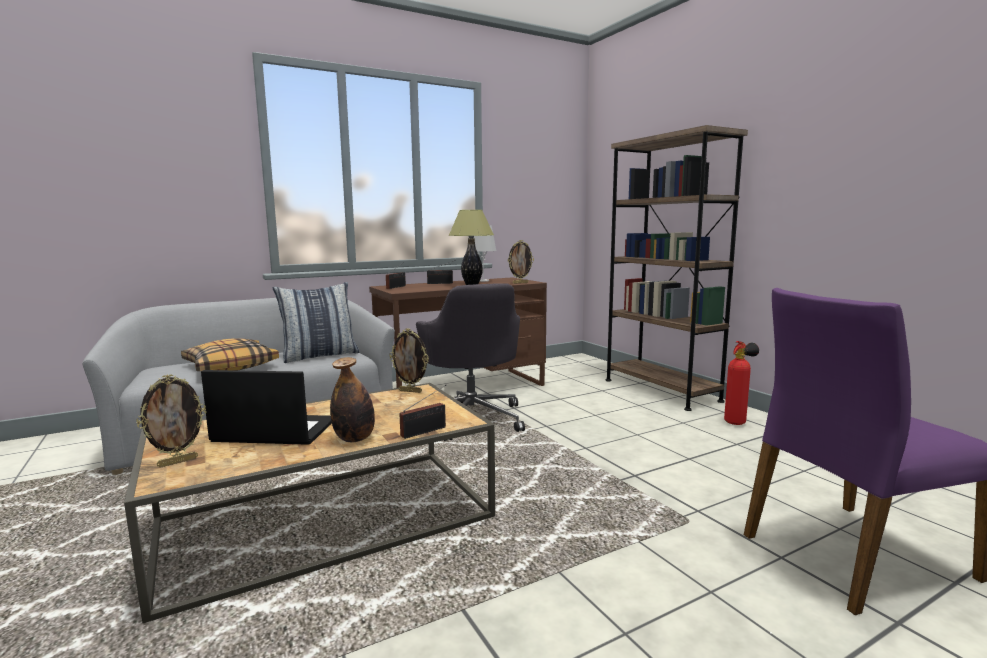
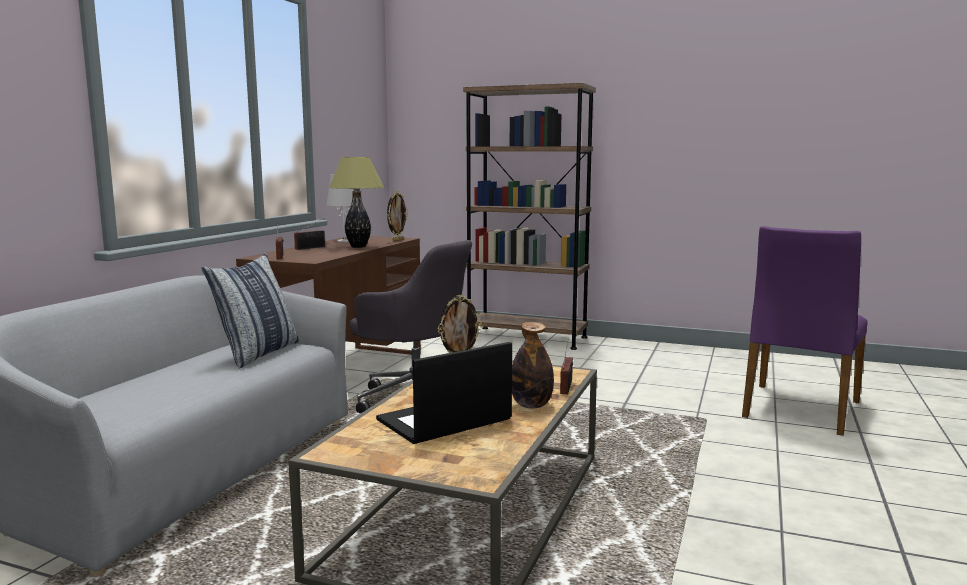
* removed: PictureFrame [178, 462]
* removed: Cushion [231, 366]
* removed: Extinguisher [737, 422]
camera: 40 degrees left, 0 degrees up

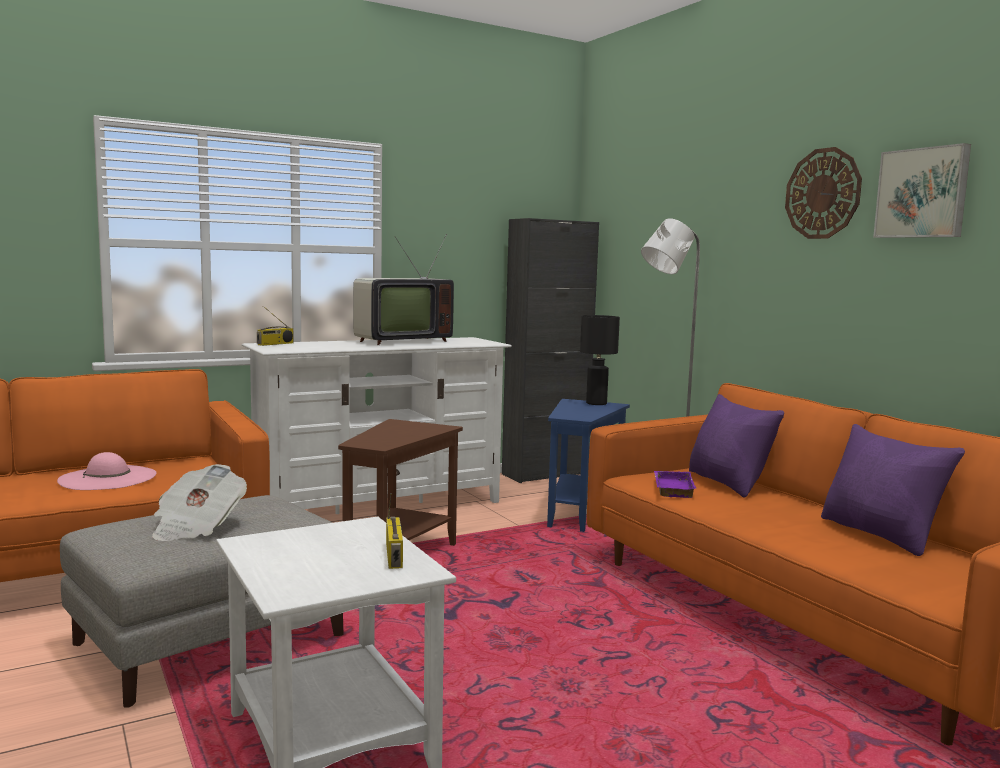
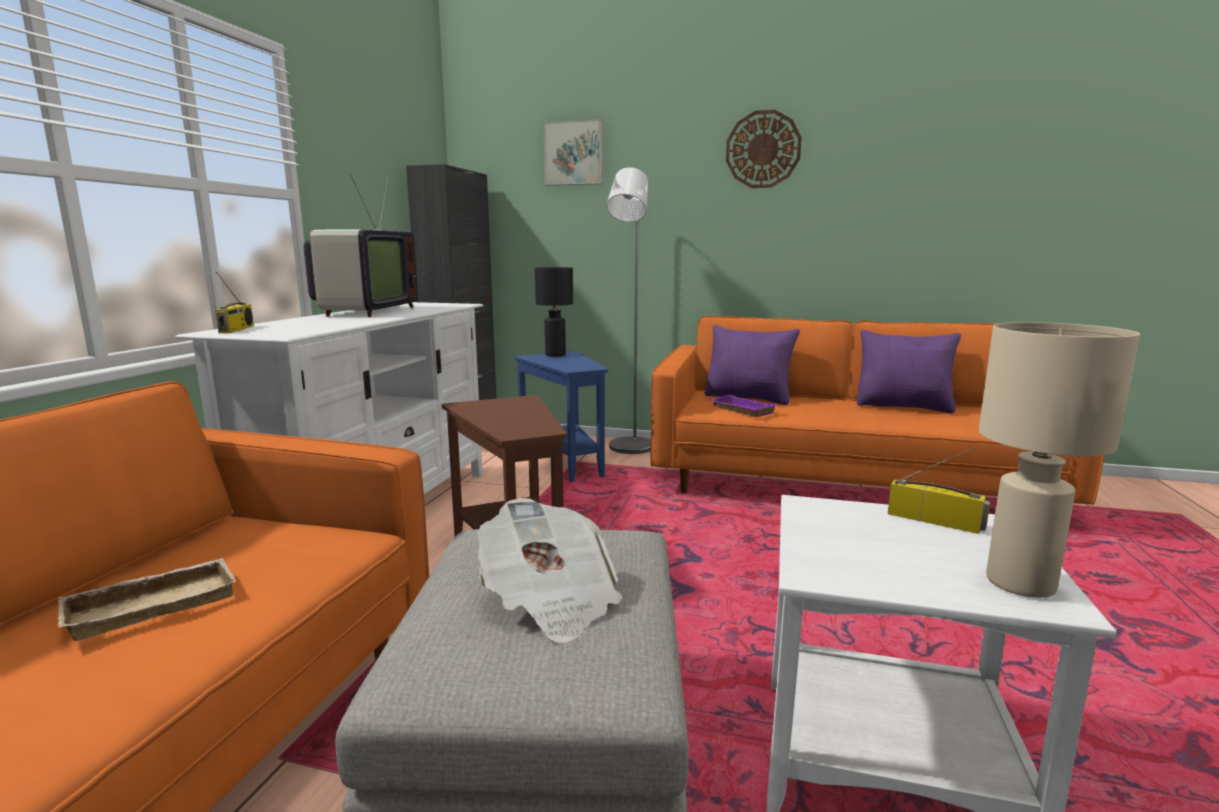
* added: BeigeTabletopLamp [1018, 582]
* moved: Picture [923, 193] to [574, 153]
* replaced: PinkColouredWearableHat [108, 478] to BeigeServingTray [154, 604]
camera: 45 degrees left, 5 degrees up

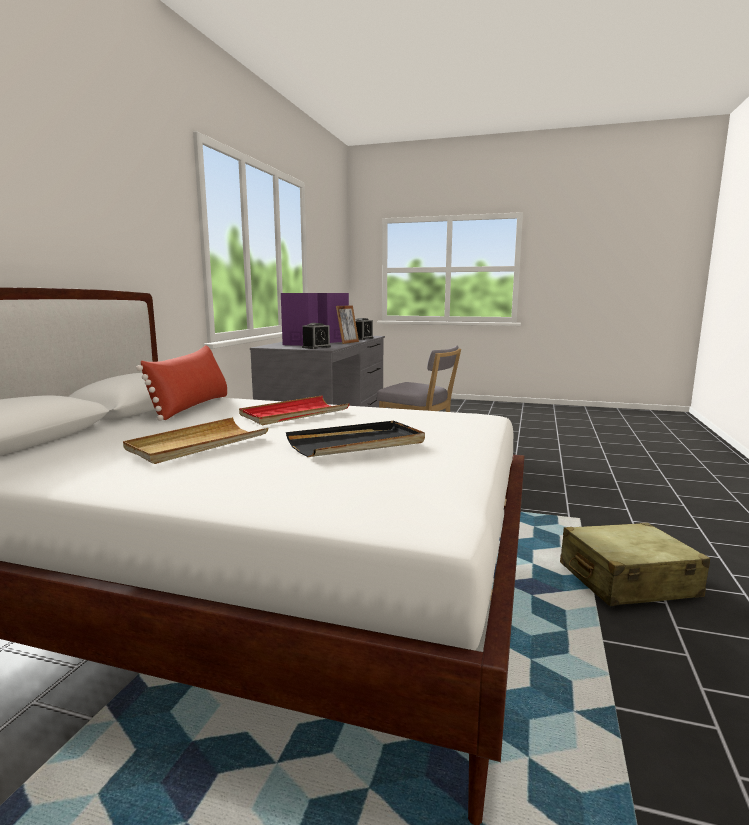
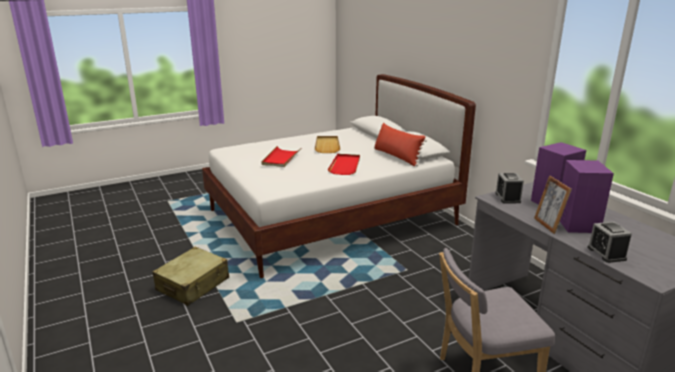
* recoloured: BlackServingTray [357, 443] to RedServingTray [281, 158]
camera: 135 degrees right, 10 degrees up

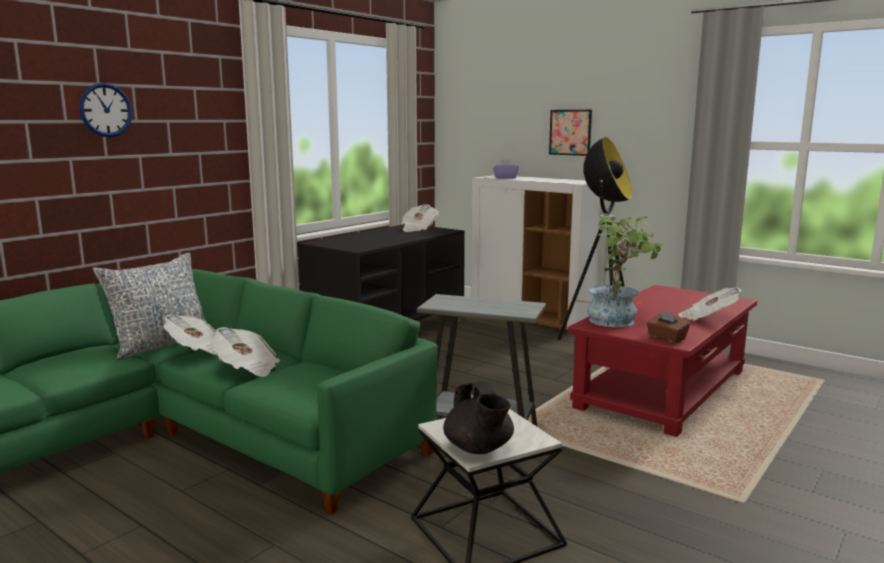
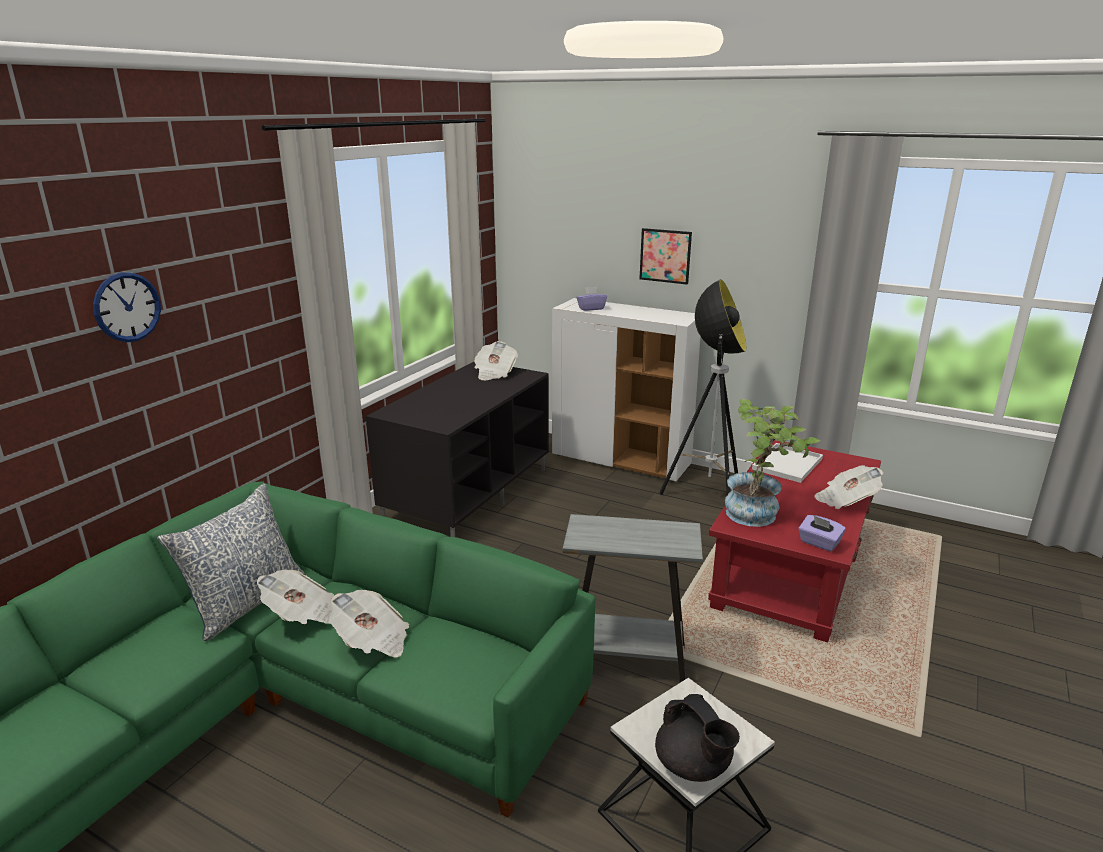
* added: WhiteColouredServingTray [787, 464]
* recoloured: BrownTissueBox [666, 338] to PurpleTissueBox [819, 543]
camera: 10 degrees left, 10 degrees up

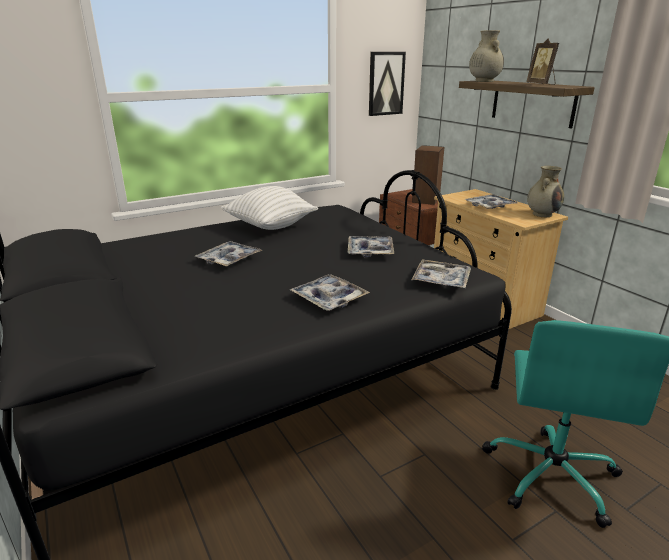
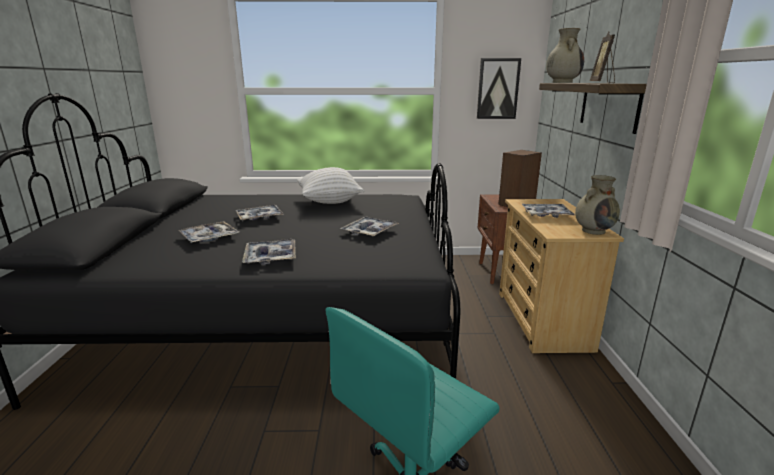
* moved: ServingTray [441, 280] to [209, 237]
camera: 30 degrees right, 5 degrees down

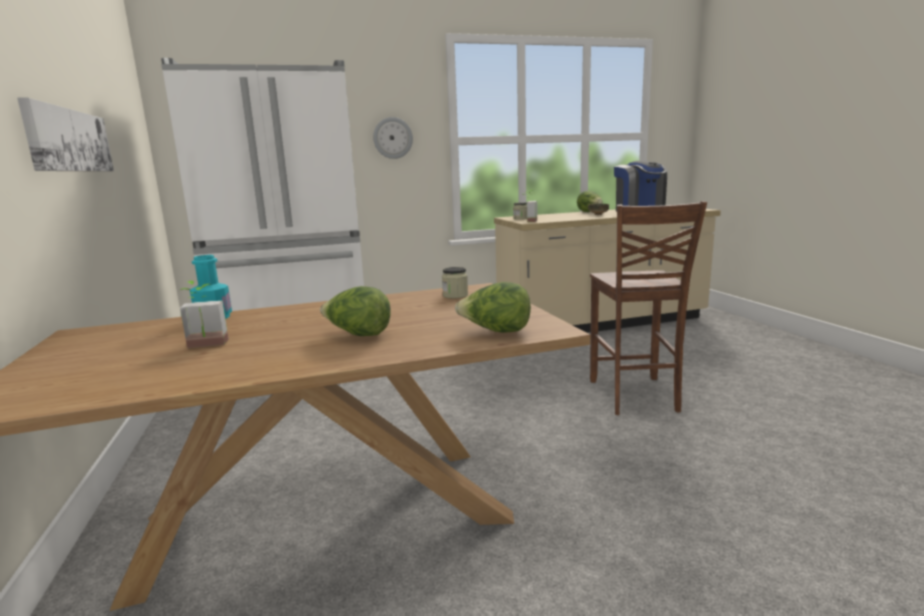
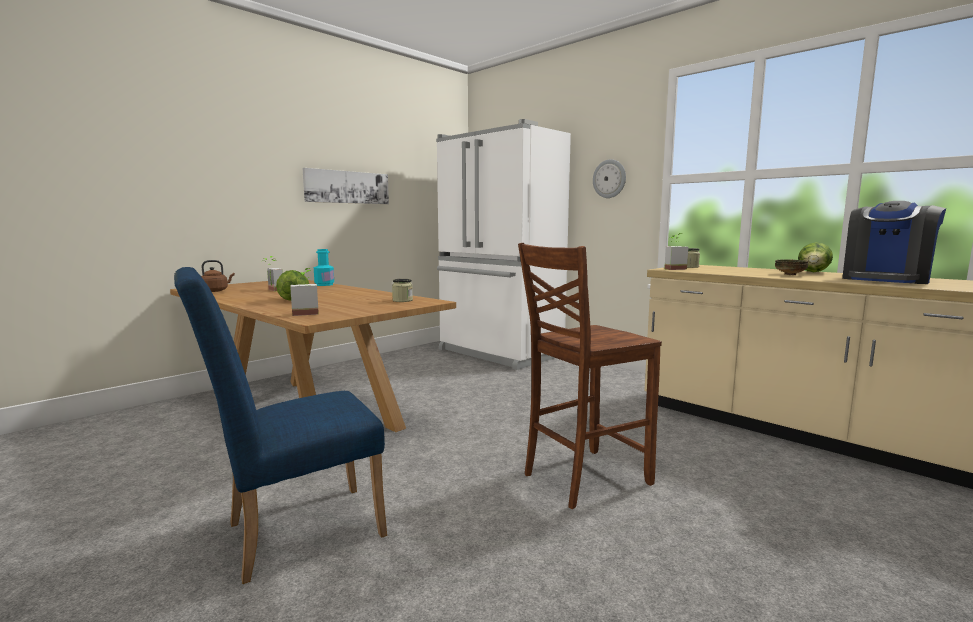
* added: BluishUprightChair [292, 532]
* added: BrownKettle [215, 291]
* replaced: LettuceHead [496, 332] to Houseplant [305, 313]
camera: 60 degrees right, 5 degrees down

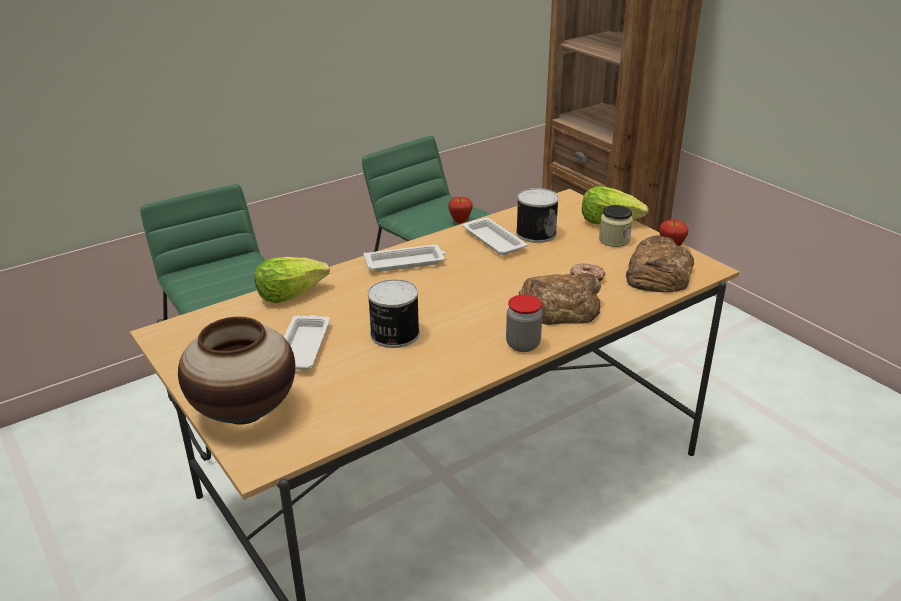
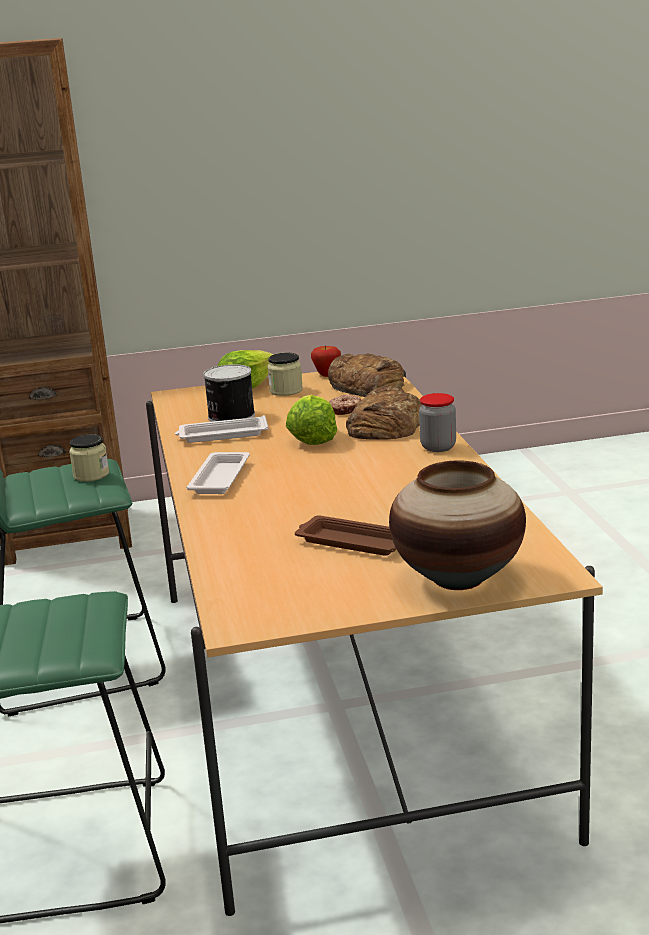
* removed: SealedCan [393, 334]
* moved: LettuceHead [290, 294] to [312, 438]
* replaced: WholeApple [460, 221] to PreserveJar [91, 475]
* recoloured: WhiteColouredServingTray [303, 346] to BrownServingTray [351, 542]
camera: 65 degrees left, 10 degrees down

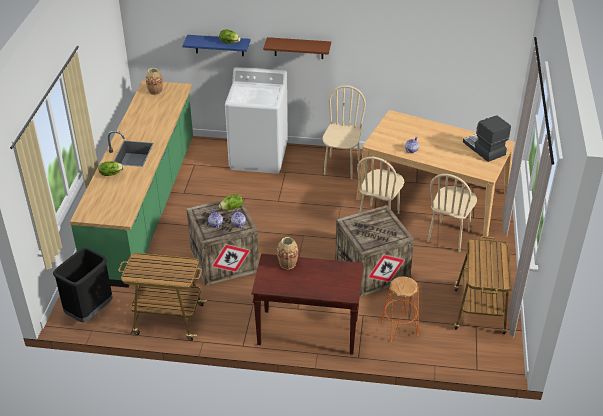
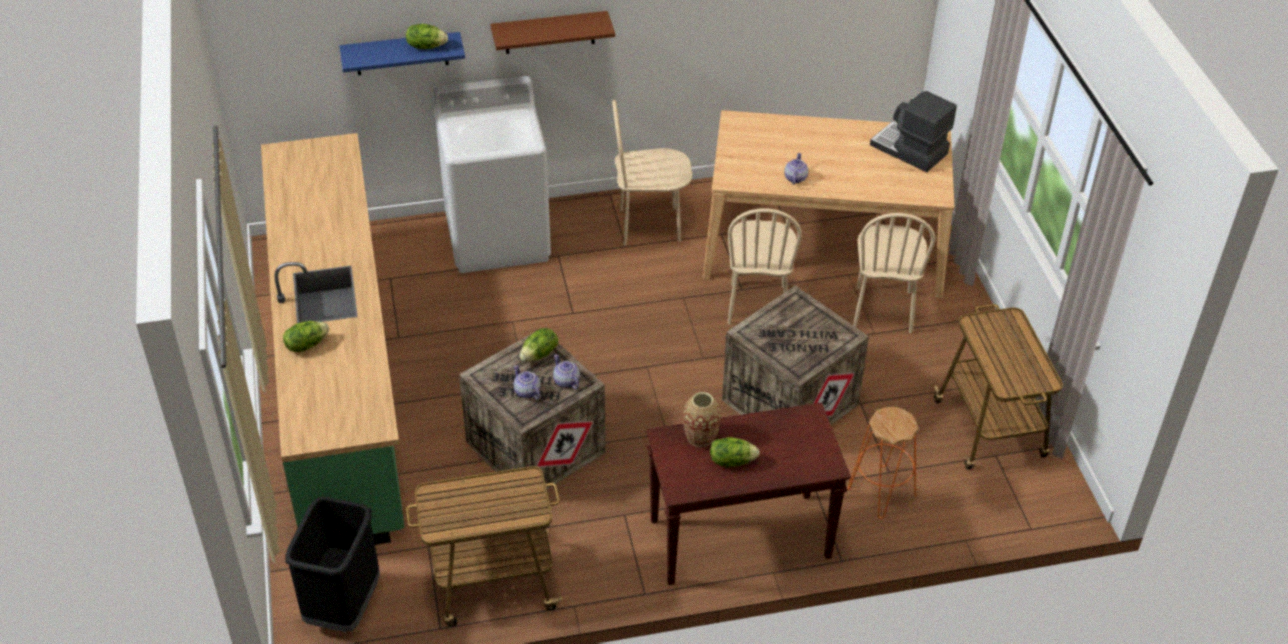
* removed: Vase [155, 91]
* added: LettuceHead [732, 460]
* turned: BeigeUprightChair [341, 167] = [649, 225] 90 degrees counterclockwise
camera: 20 degrees left, 5 degrees up

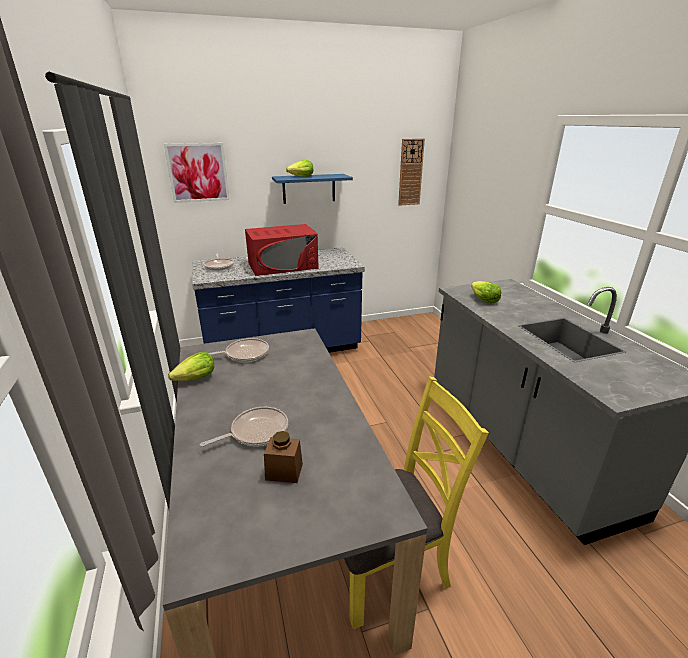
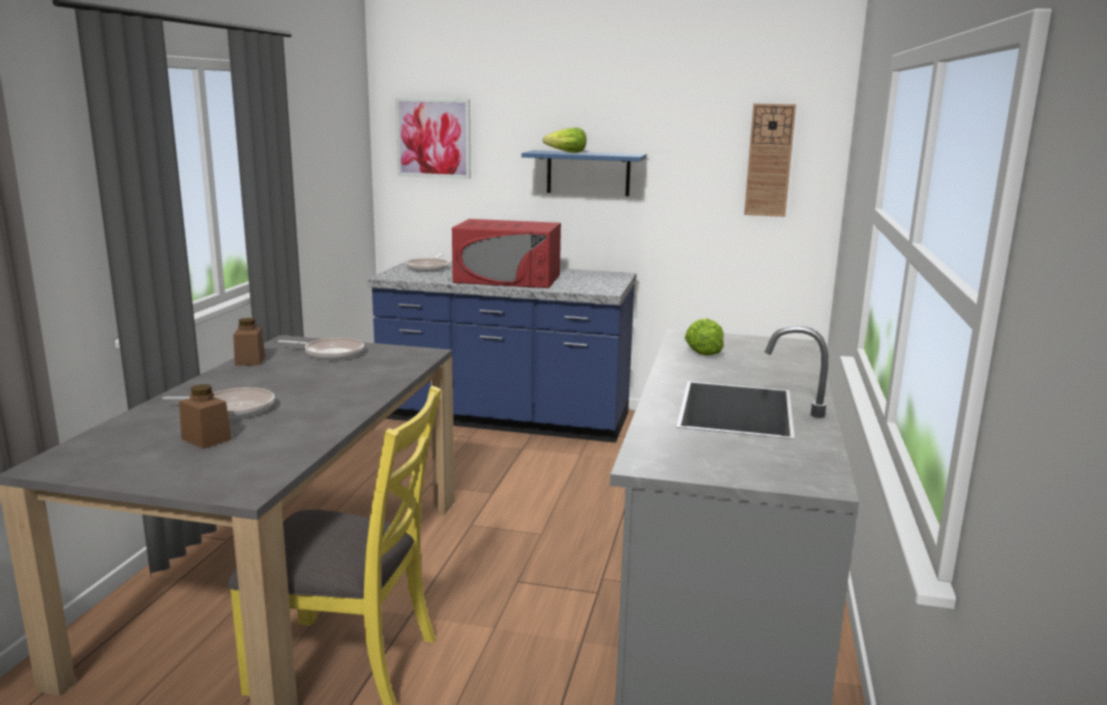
* replaced: LettuceHead [196, 378] to BrownPreserveJar [250, 360]
camera: 30 degrees right, 10 degrees down

